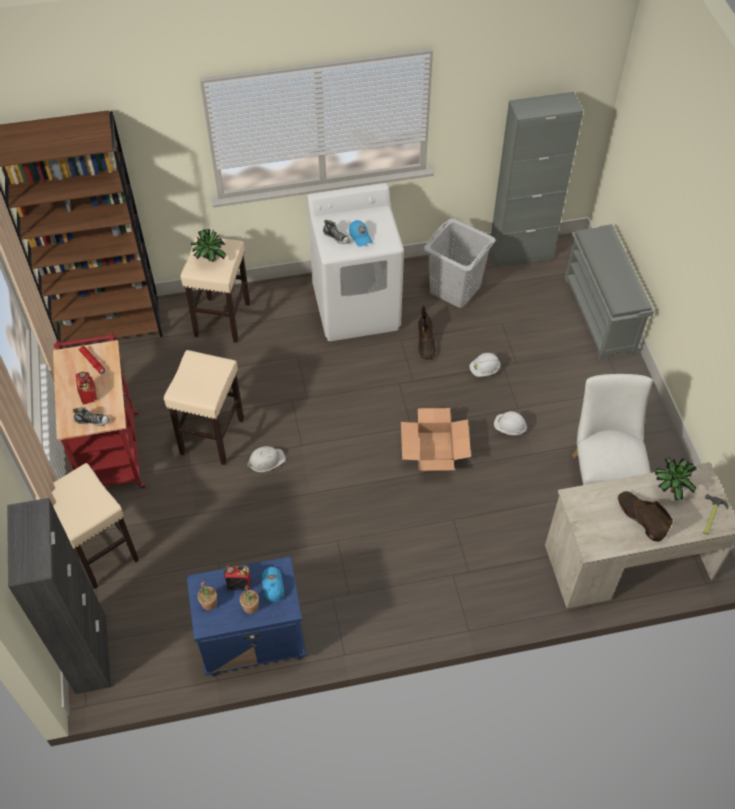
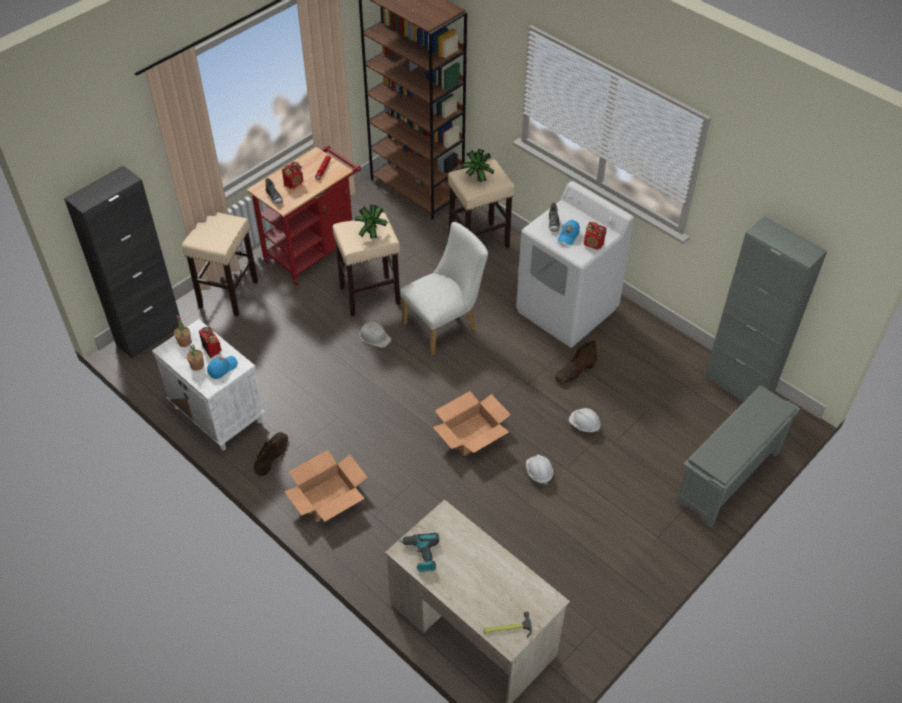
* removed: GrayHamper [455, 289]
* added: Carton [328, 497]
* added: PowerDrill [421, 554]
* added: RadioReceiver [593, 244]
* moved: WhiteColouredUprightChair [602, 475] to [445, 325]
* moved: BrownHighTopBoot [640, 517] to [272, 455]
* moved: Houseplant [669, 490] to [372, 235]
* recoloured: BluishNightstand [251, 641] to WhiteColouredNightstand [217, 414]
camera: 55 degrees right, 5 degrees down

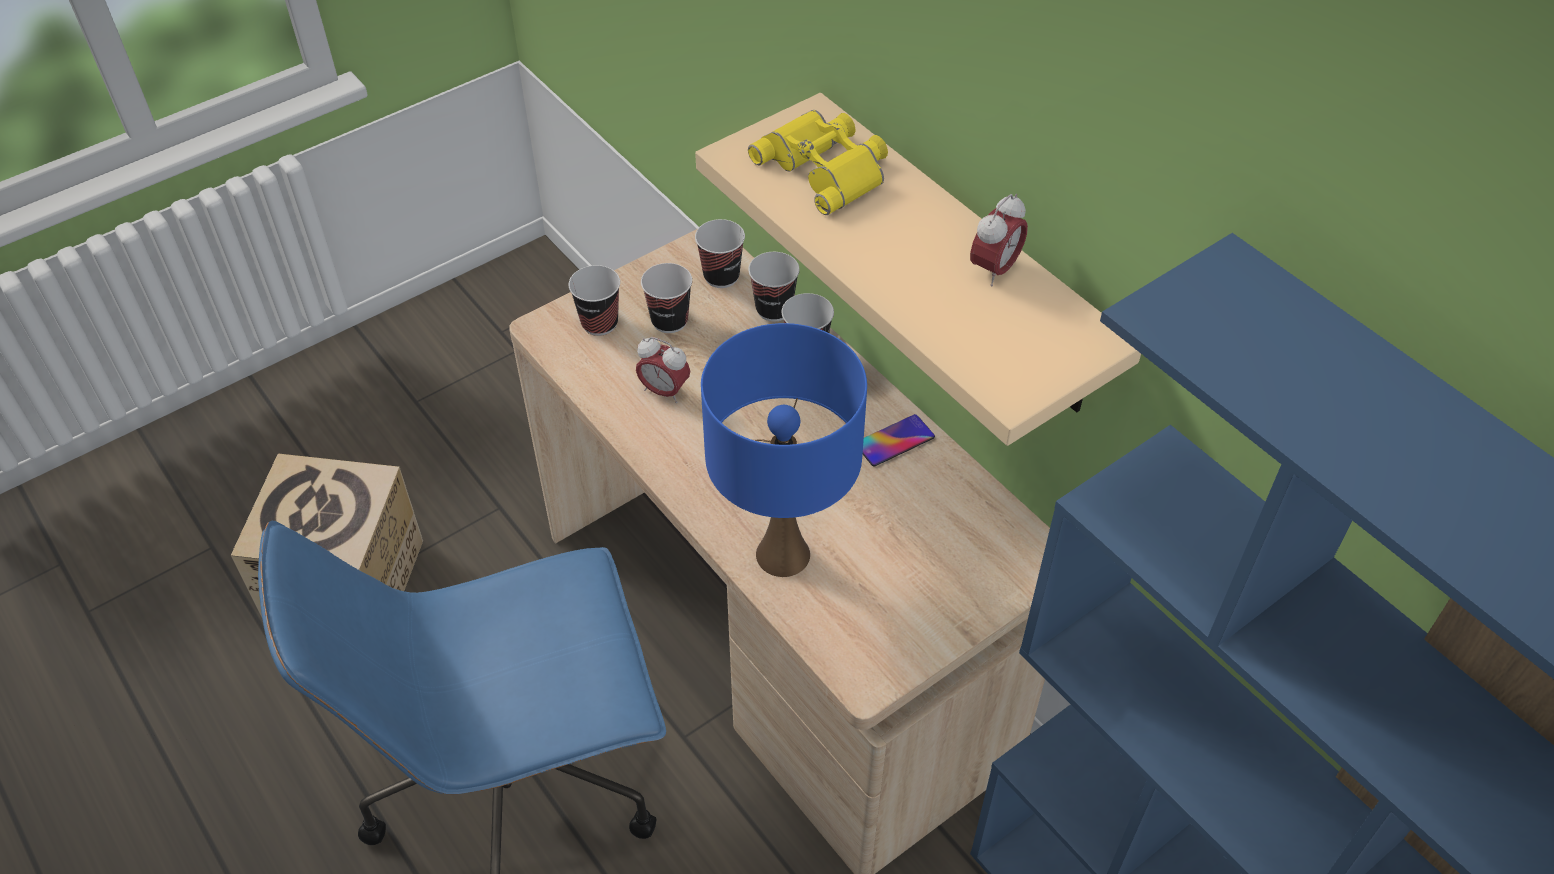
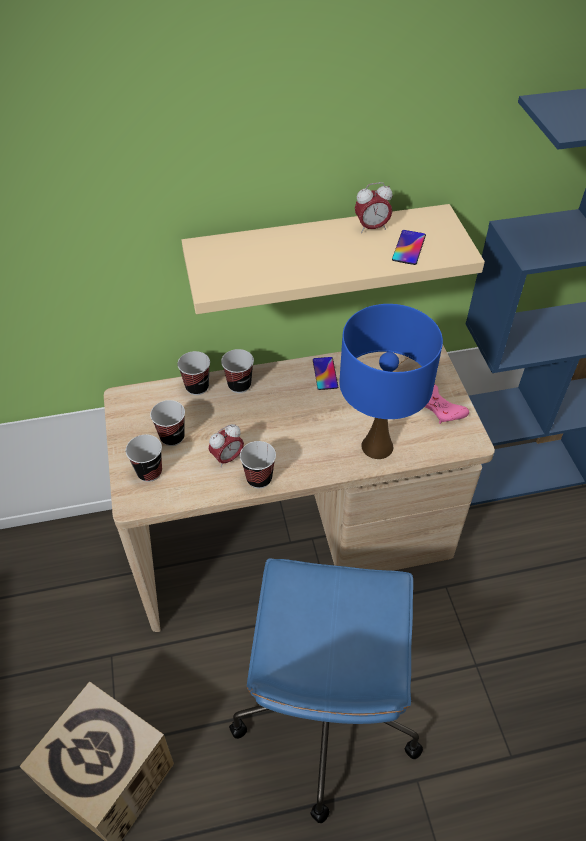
* removed: YellowColouredPairOfBinoculars [826, 167]
* added: Telephone [408, 247]
* added: PinkColouredJoypad [440, 408]
* moved: DrinkingCup [721, 276] to [259, 478]
* turned: BedsideClock [994, 269] = [371, 228] 105 degrees clockwise
camera: 65 degrees left, 0 degrees up

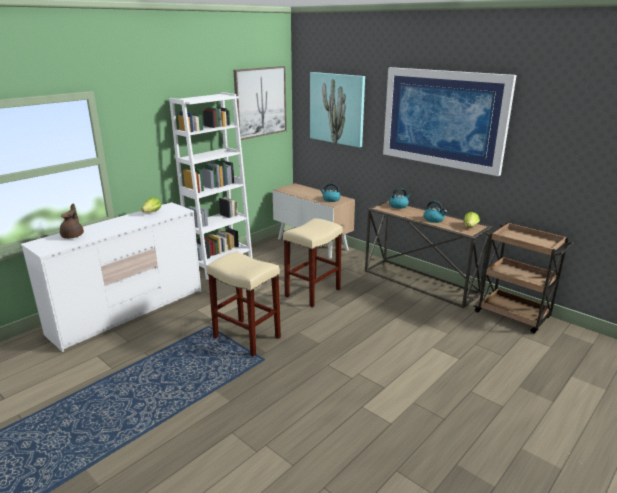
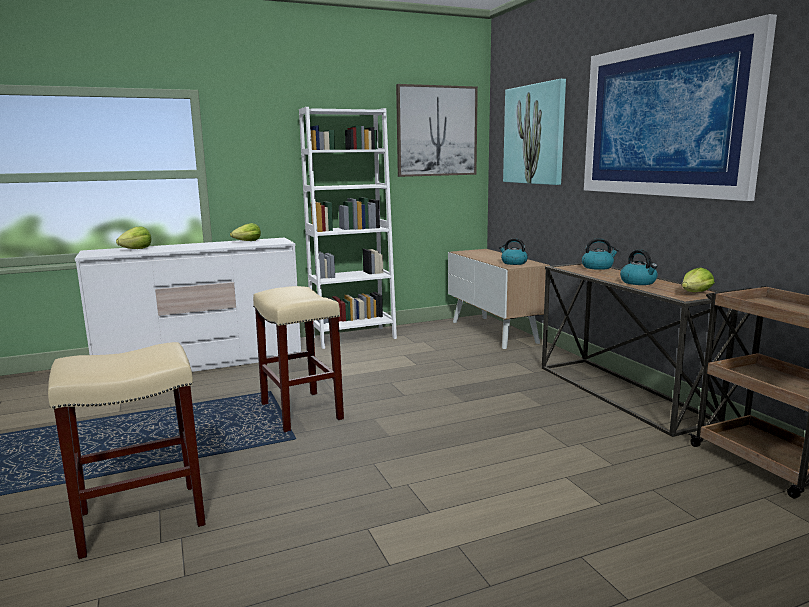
* moved: BeigeSittingStool [312, 293] to [139, 519]
* replaced: BrownTeapot [73, 235] to LettuceHead [137, 249]
camera: 25 degrees right, 10 degrees down

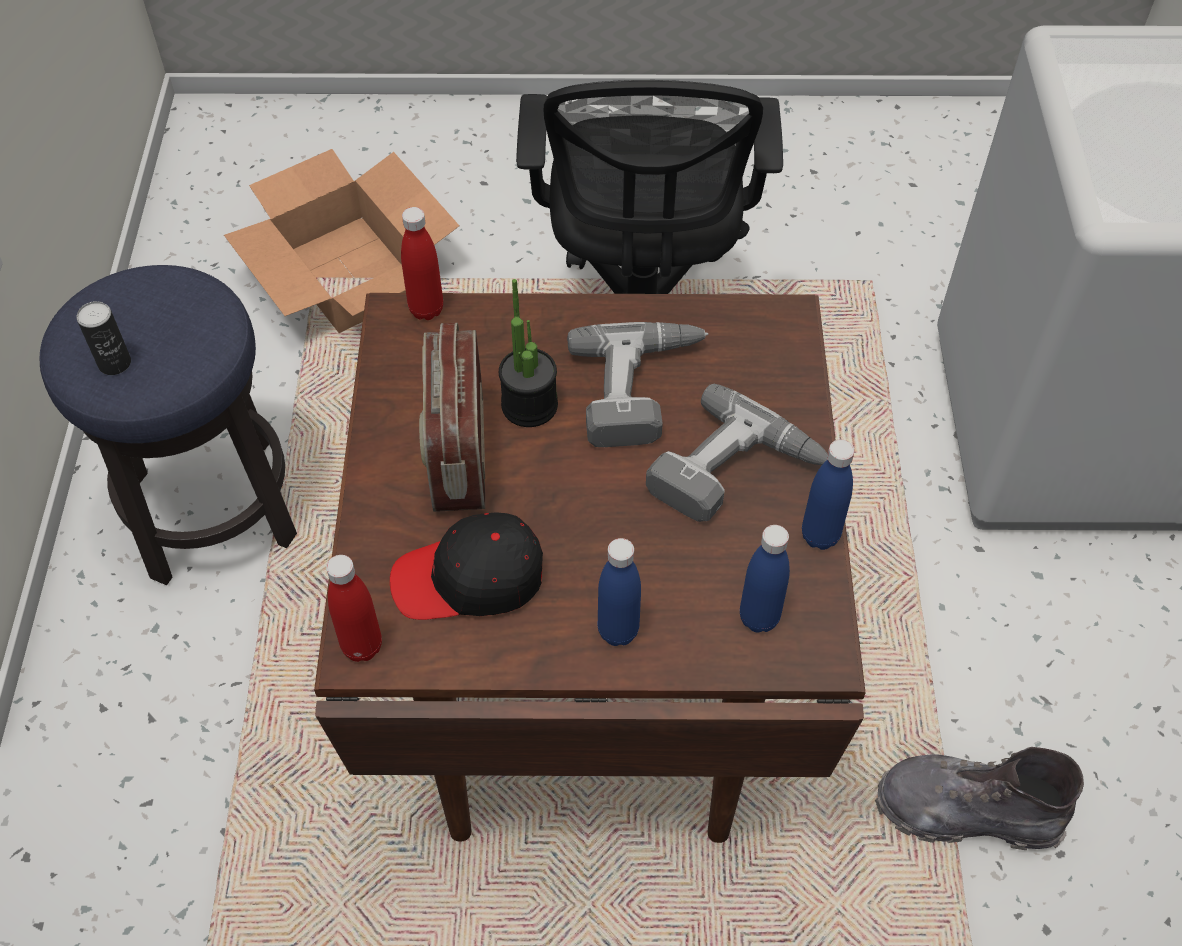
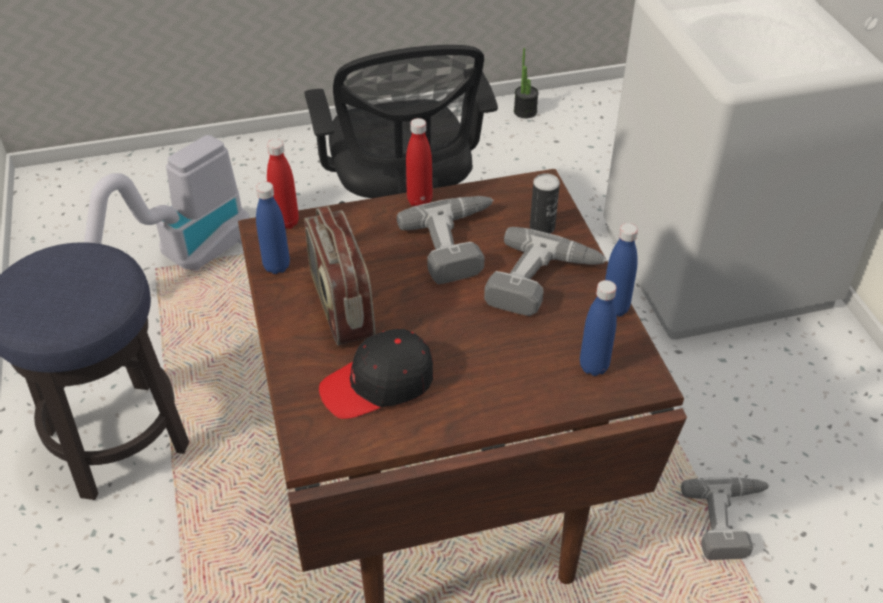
* moved: SealedCan [114, 363] to [542, 227]
* moved: RedBottle [362, 646] to [419, 201]
* moved: Houseplant [529, 405] to [525, 112]
* moved: BluishBottle [618, 631] to [277, 266]
* replaced: Carton [351, 274] to VacuumCleaner [181, 262]
* replaced: GrayHighTopBoot [966, 812] to PowerDrill [731, 521]
camera: 15 degrees left, 10 degrees down

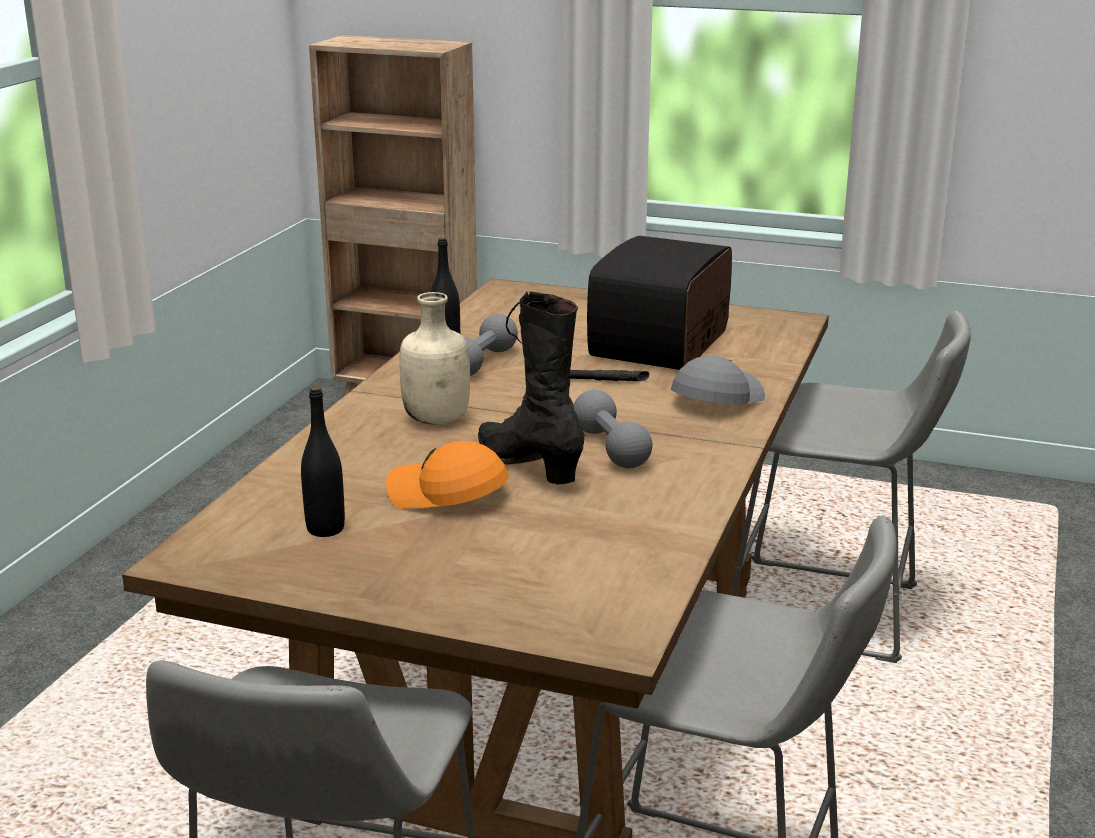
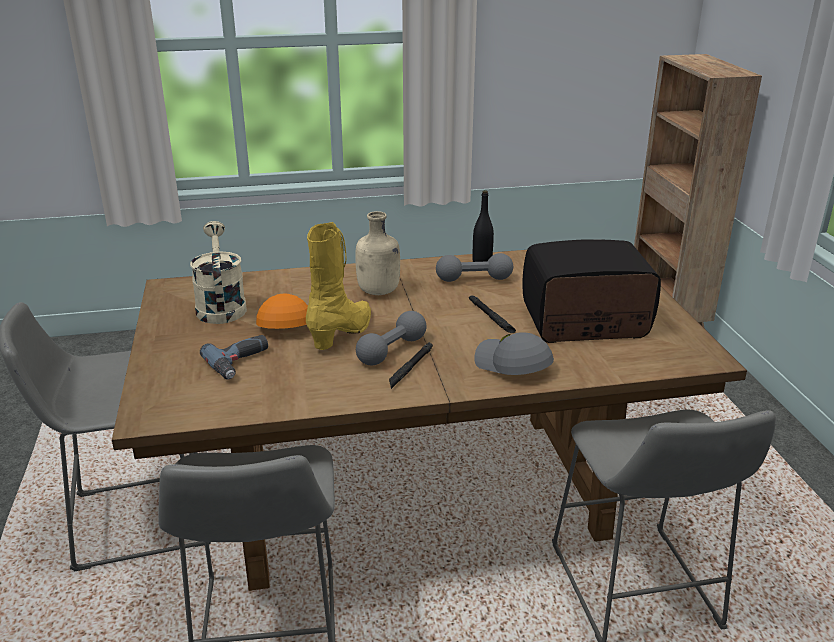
* added: PowerDrill [241, 363]
* added: BlackFlashlight [410, 368]
* replaced: BlackBottle [325, 529] to BeigeWateringCan [220, 306]
* recoloured: BlackHighTopBoot [529, 465] to YellowColouredHighTopBoot [343, 333]
* turned: GrayCap [715, 399] = [511, 365] 135 degrees counterclockwise
camera: 60 degrees right, 5 degrees up

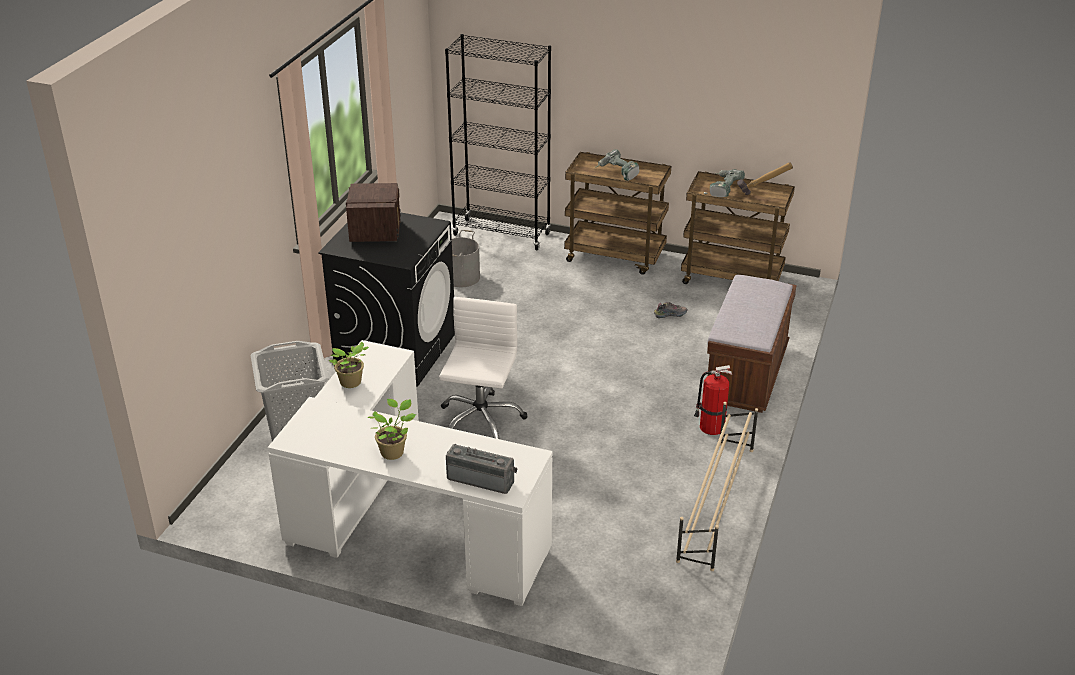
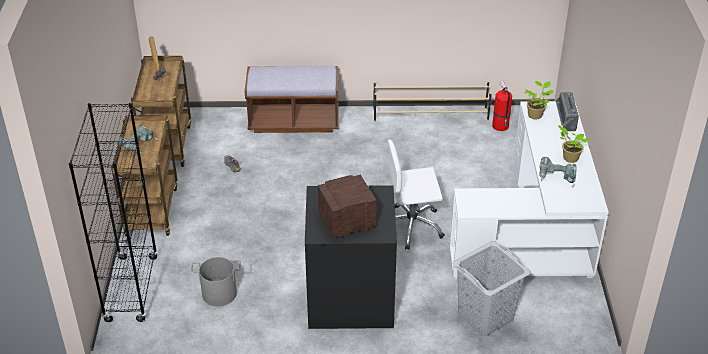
* moved: Houseplant [351, 383] to [535, 115]
* moved: Extinguisher [710, 427] to [501, 126]
* moved: PowerDrill [722, 189] to [556, 179]
camera: 110 degrees left, 5 degrees up

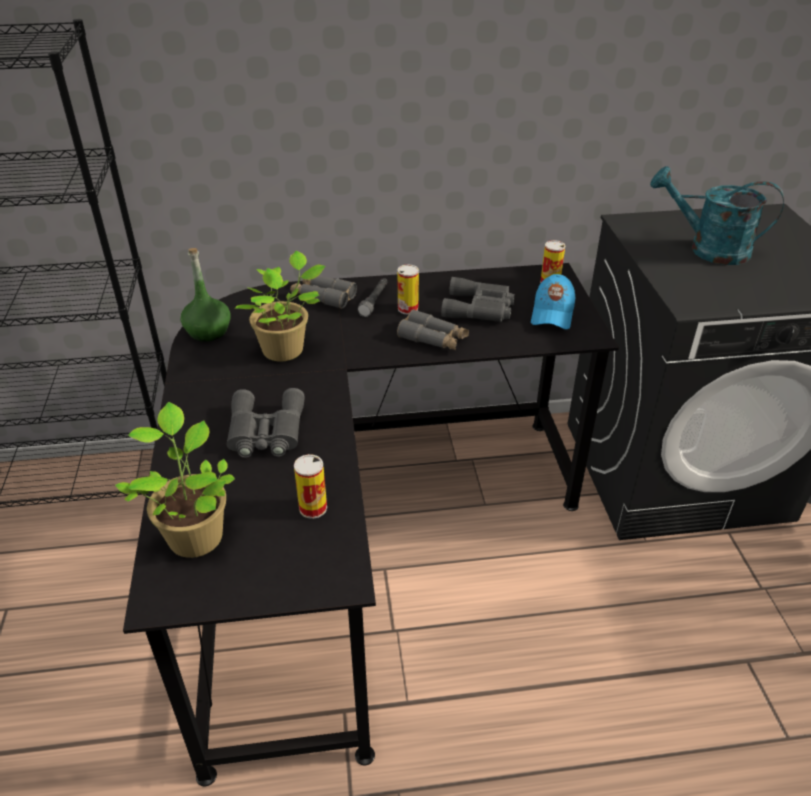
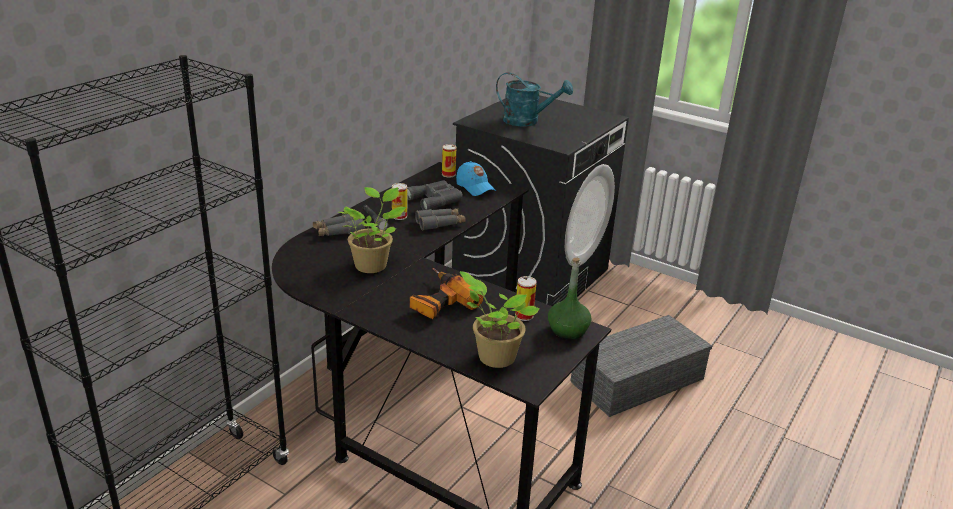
* added: GrayStorageBin [638, 379]
* moved: GreenBottle [208, 331] to [567, 330]
* replaced: GrayPairOfBinoculars [265, 432] to PowerDrill [439, 302]
* turned: TurquoiseWateringCan [708, 249] = [527, 121] 135 degrees counterclockwise
camera: 50 degrees left, 10 degrees down

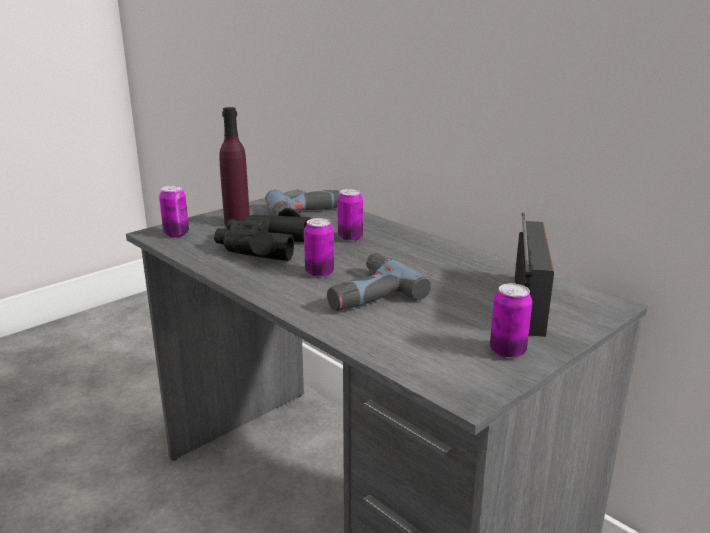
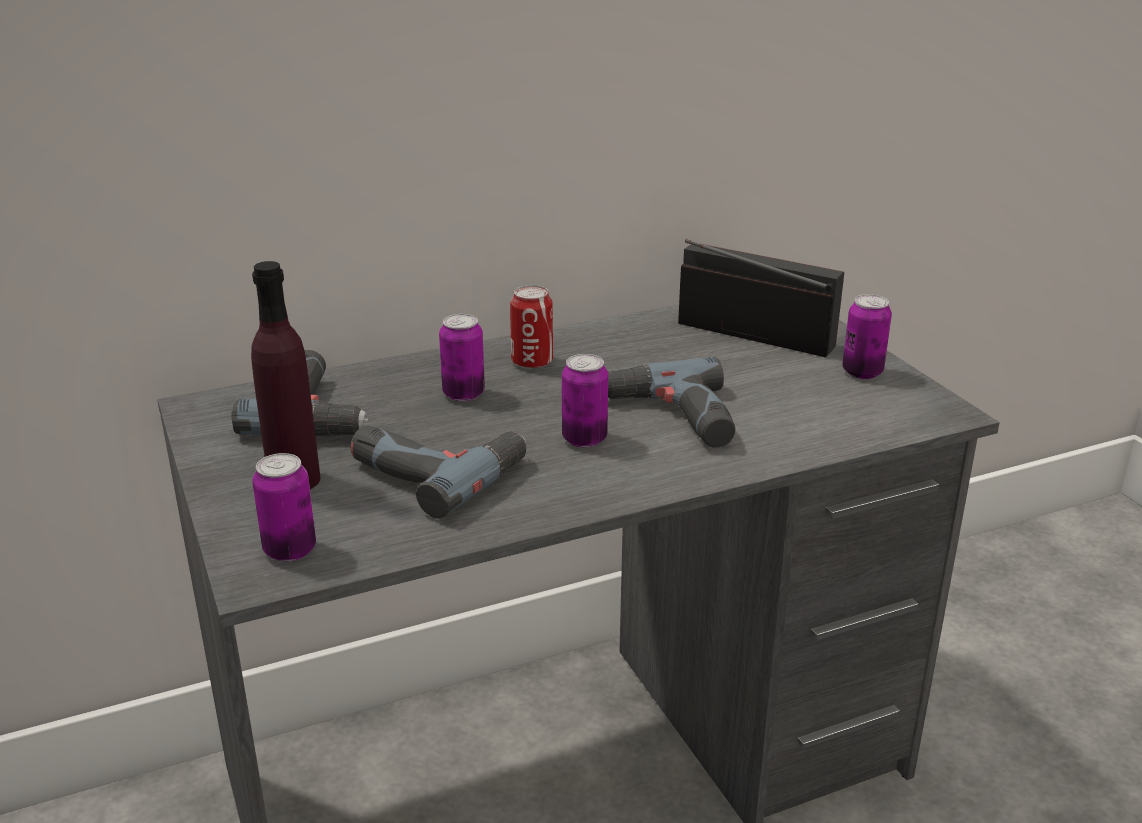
* added: SealedCan [532, 362]
* replaced: BlackPairOfBinoculars [262, 246] to PowerDrill [437, 470]
camera: 70 degrees left, 5 degrees up

